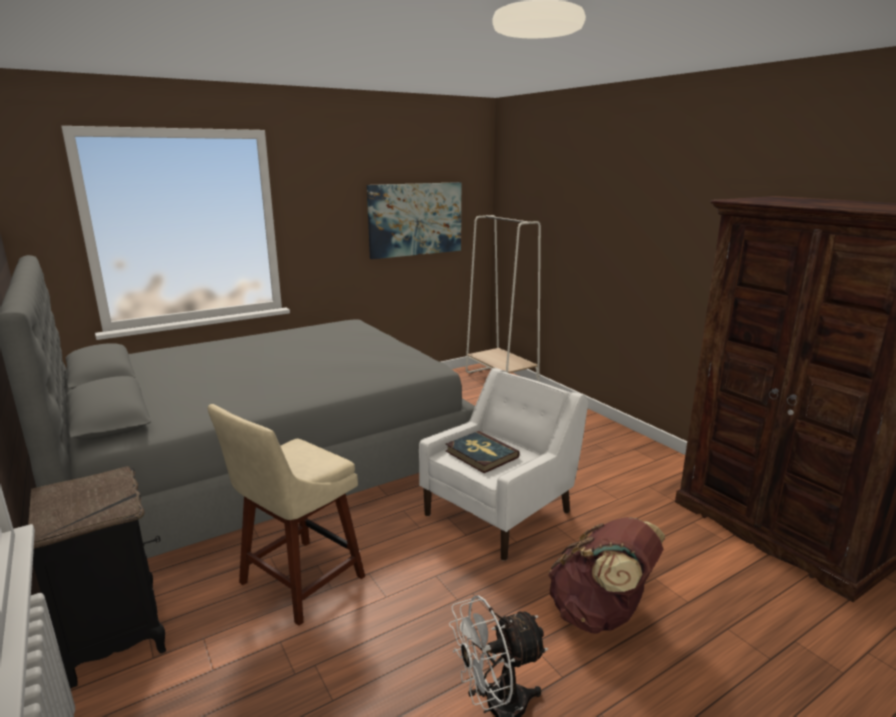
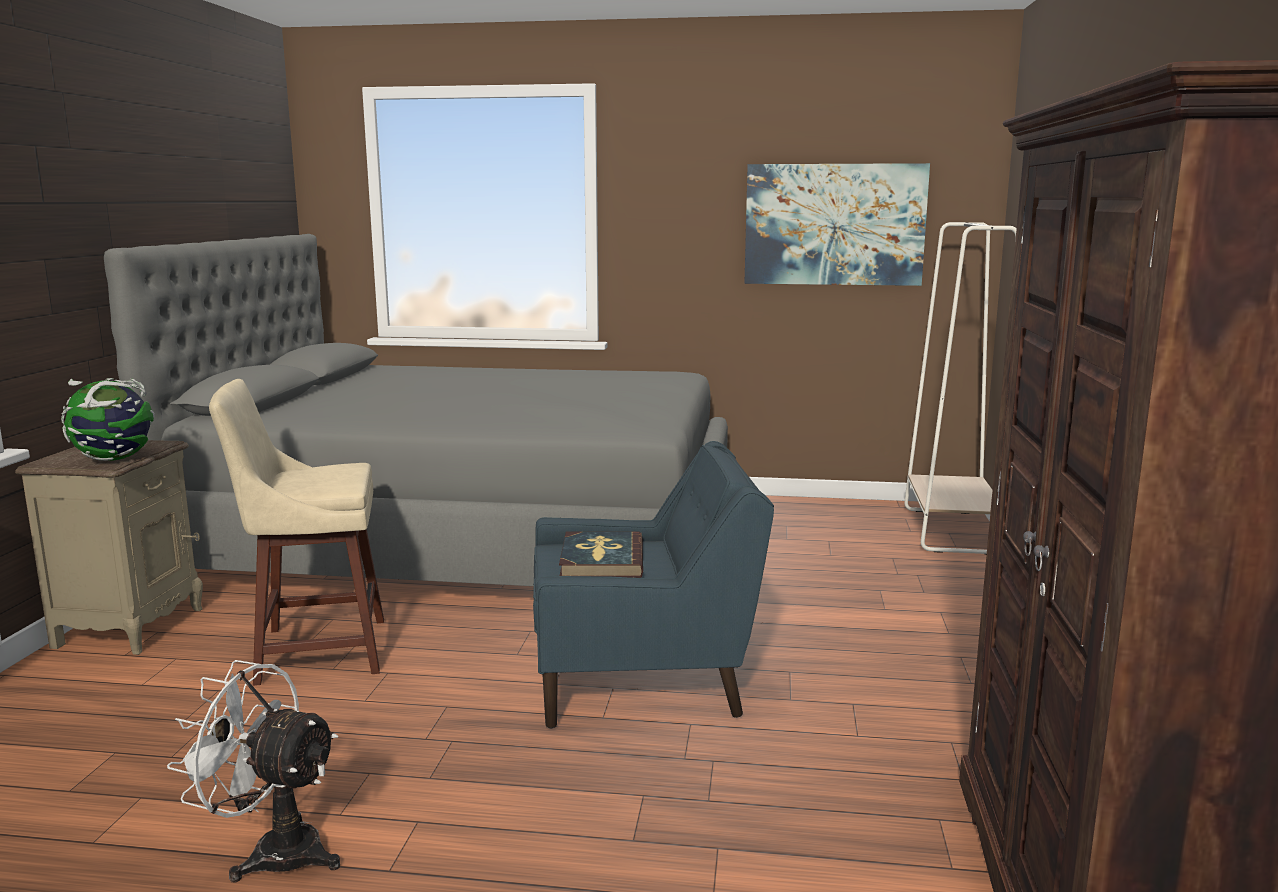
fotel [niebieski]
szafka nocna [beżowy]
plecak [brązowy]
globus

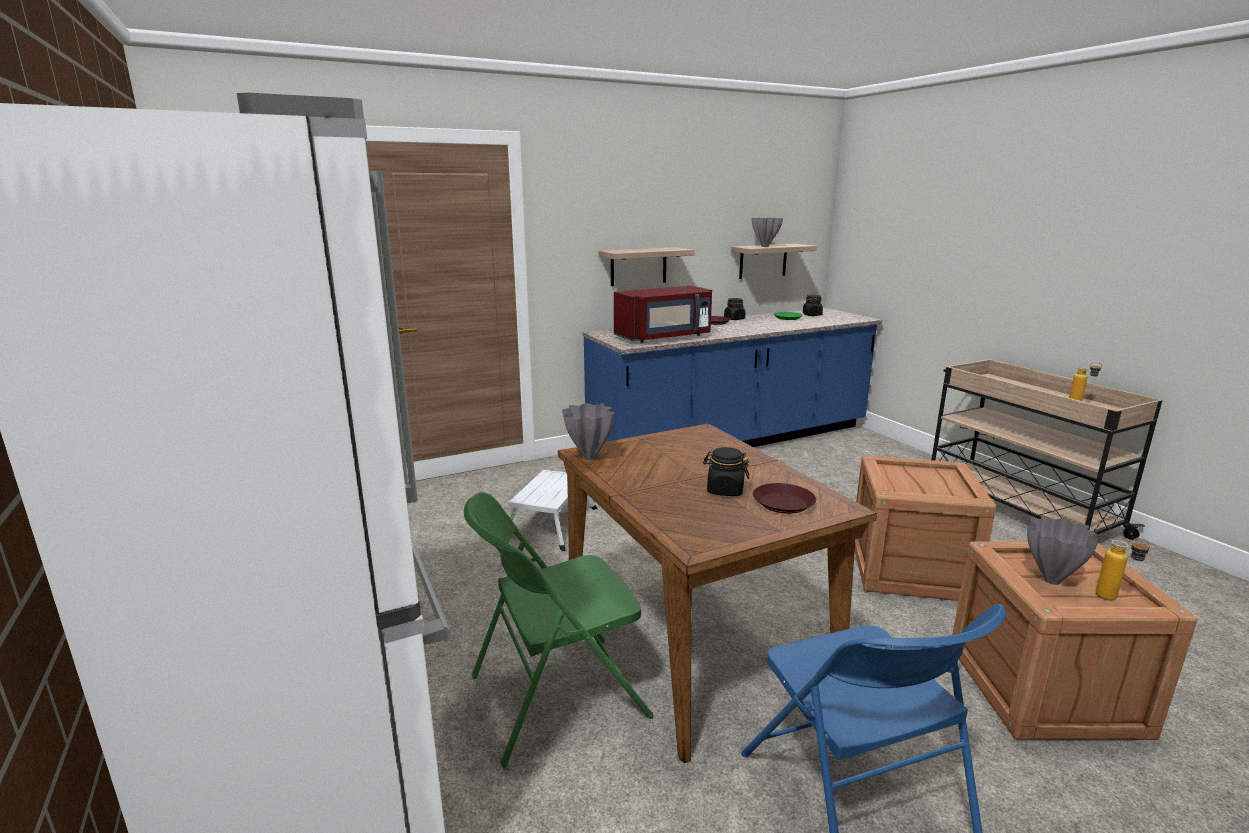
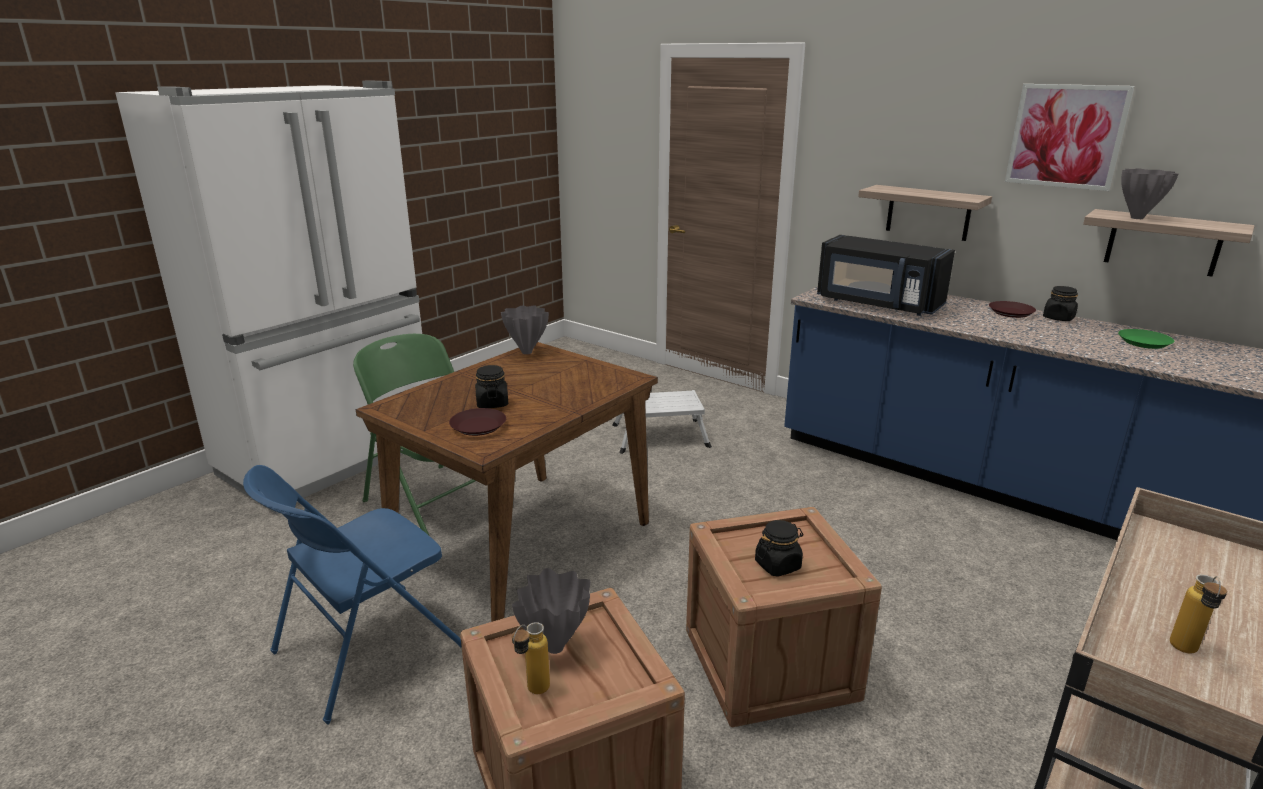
mikrofalówka [czarny]
słoik [czarny] (no. 2 from left)
obraz

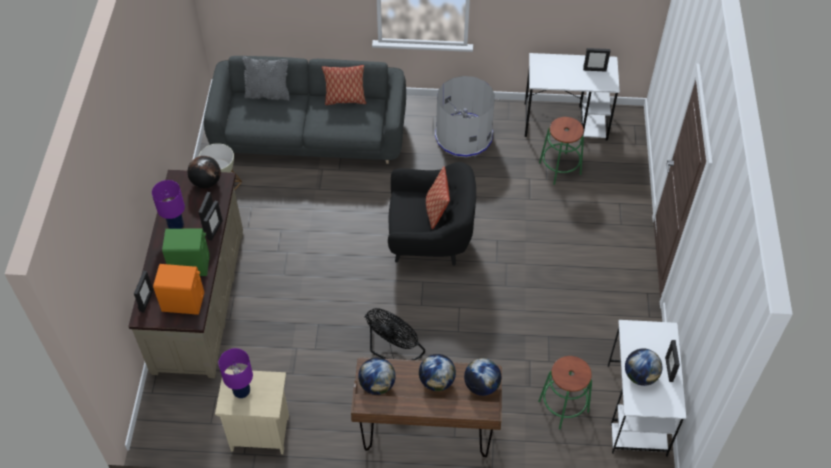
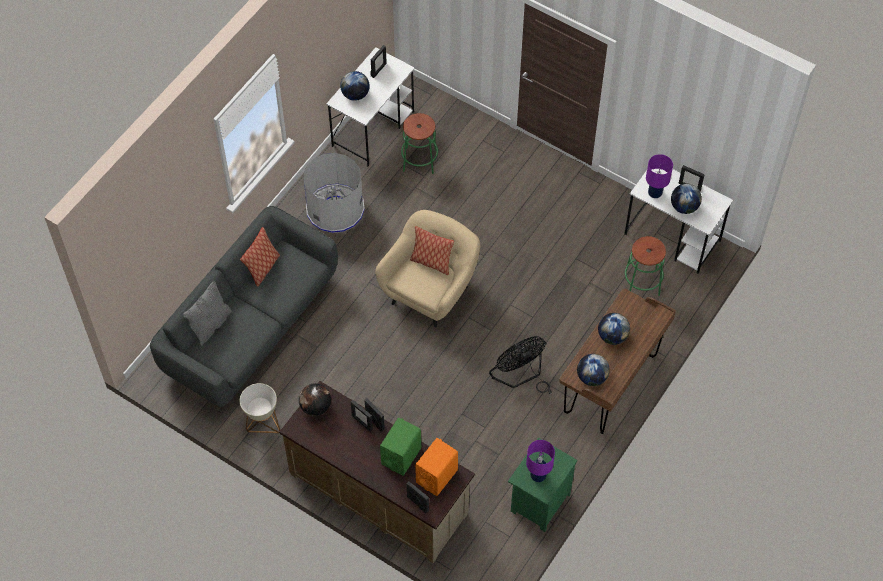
fotel [beżowy]
lampa stołowa [fioletowy] (no. 2 from left)
globus (no. 2 from left)
szafka nocna [zielony]

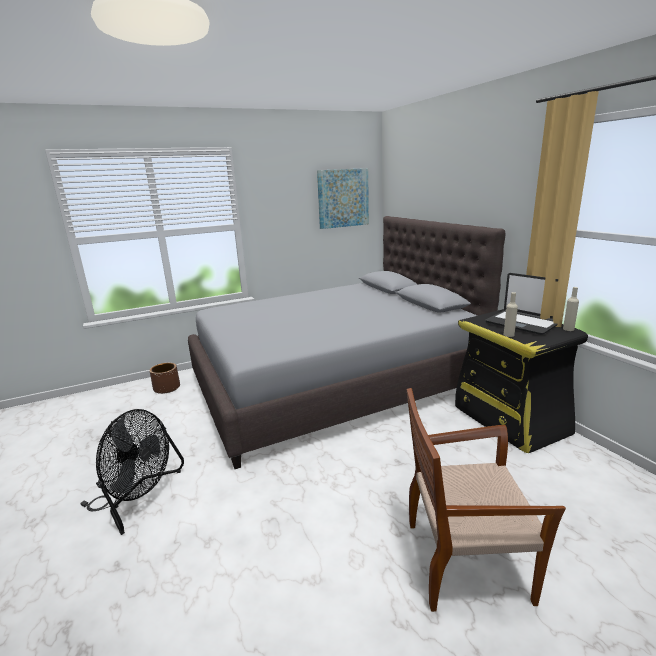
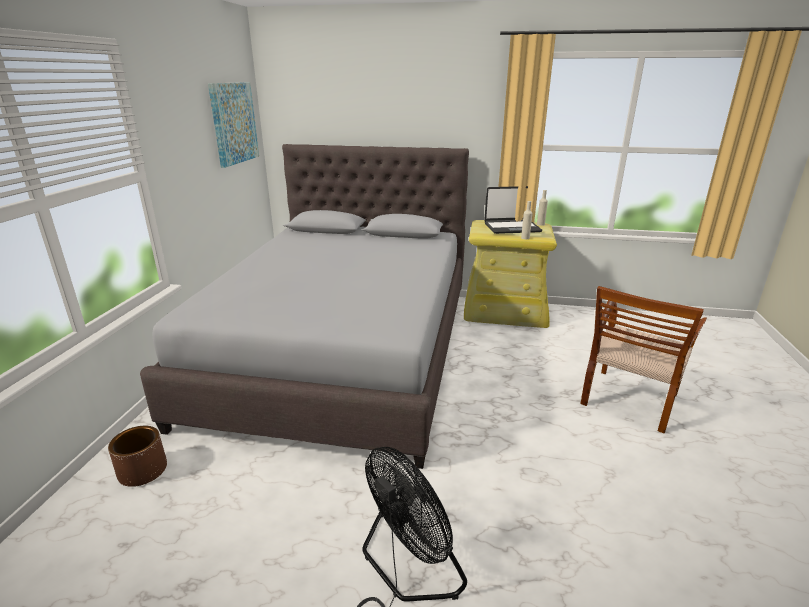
szafka nocna [żółty]

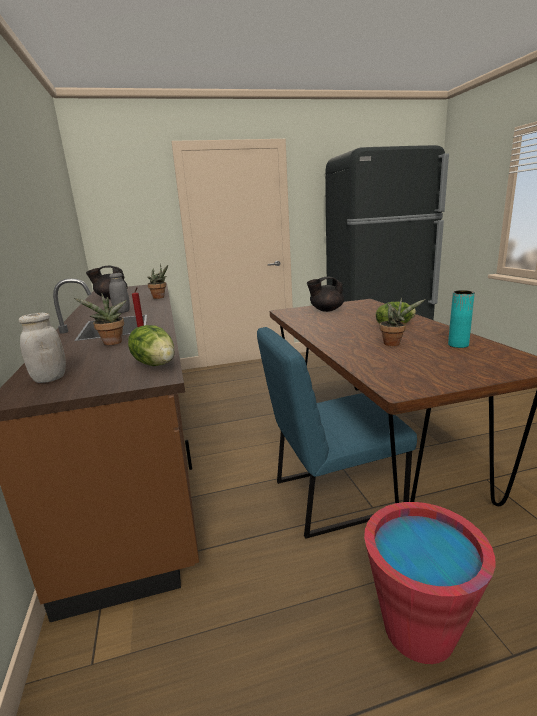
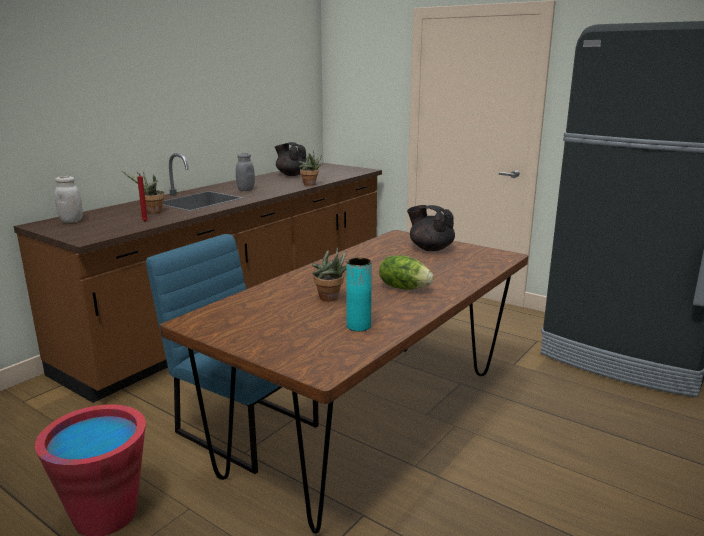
sałata (no. 1 from left in the first image)

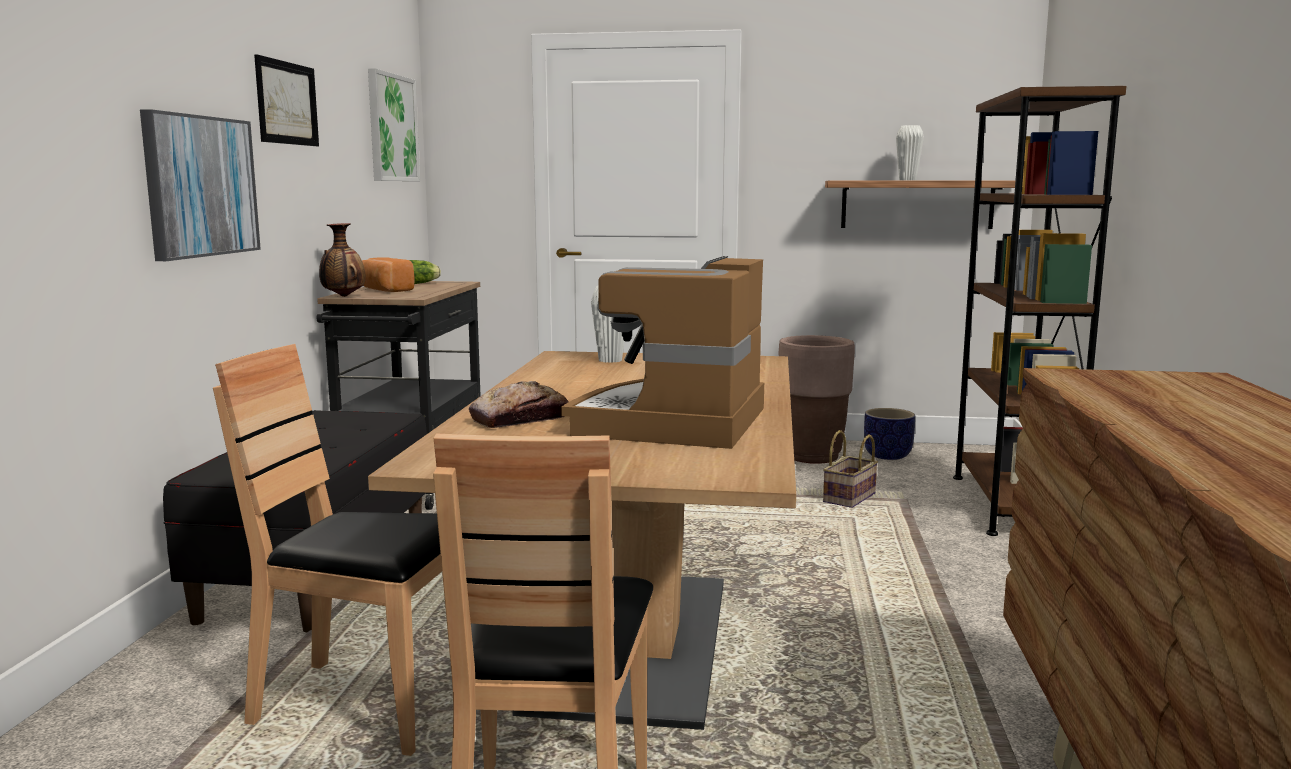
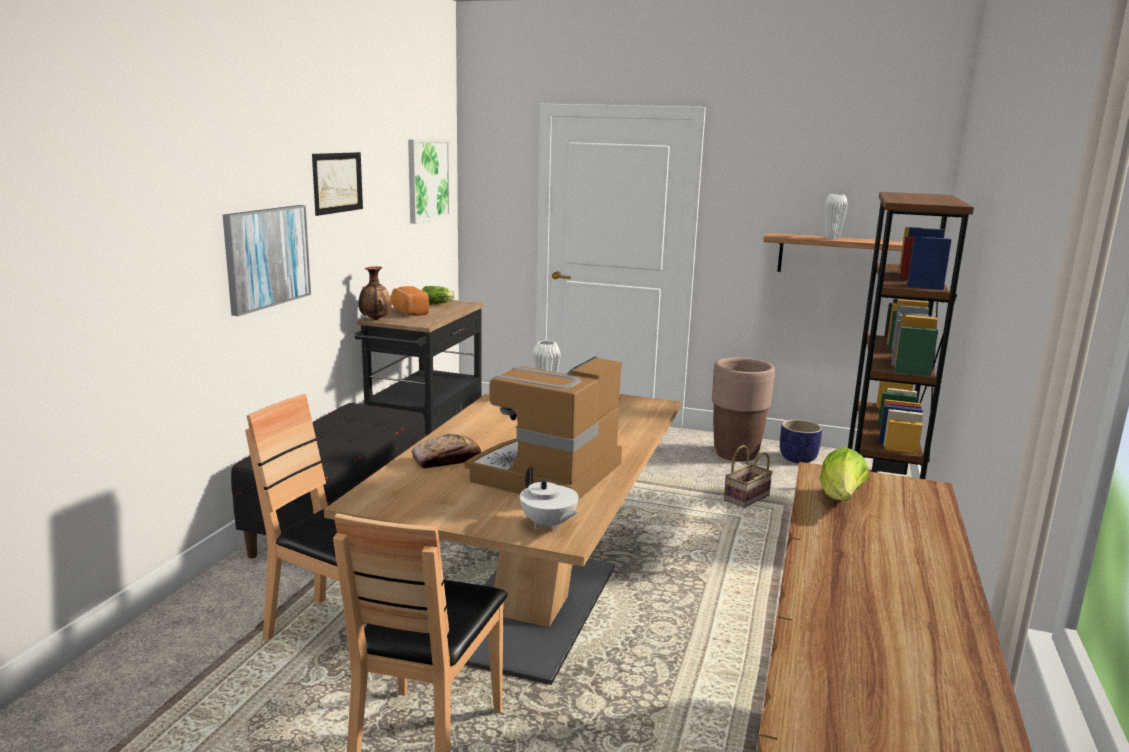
sałata (no. 2 from left)
imbryk [biały]

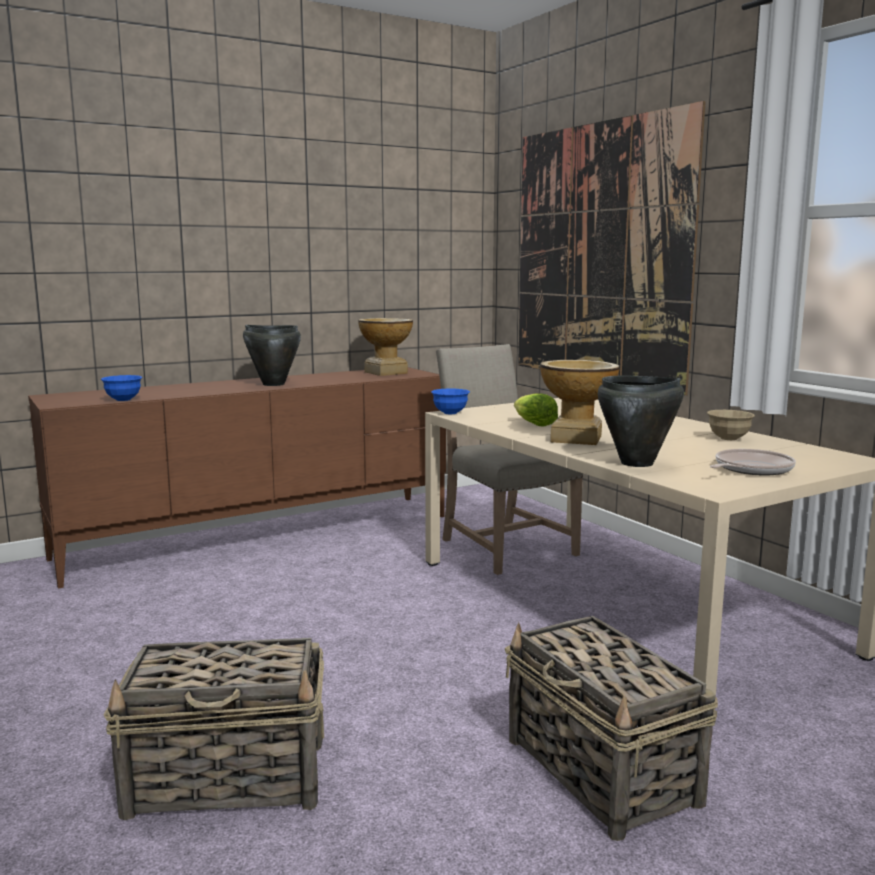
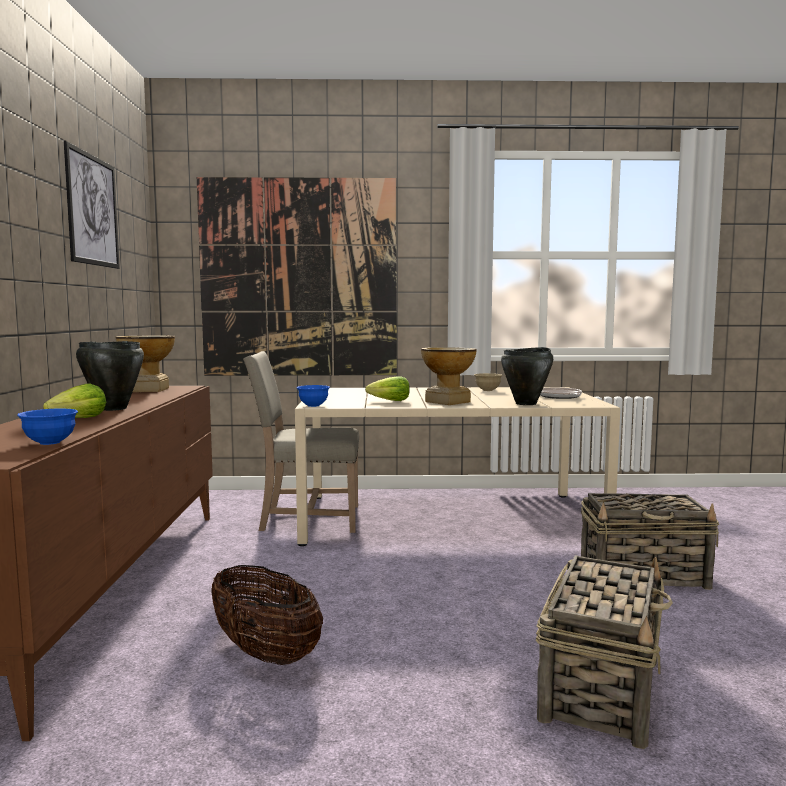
obraz (no. 1 from left)
sałata (no. 1 from left)
koszyk (no. 1 from left)

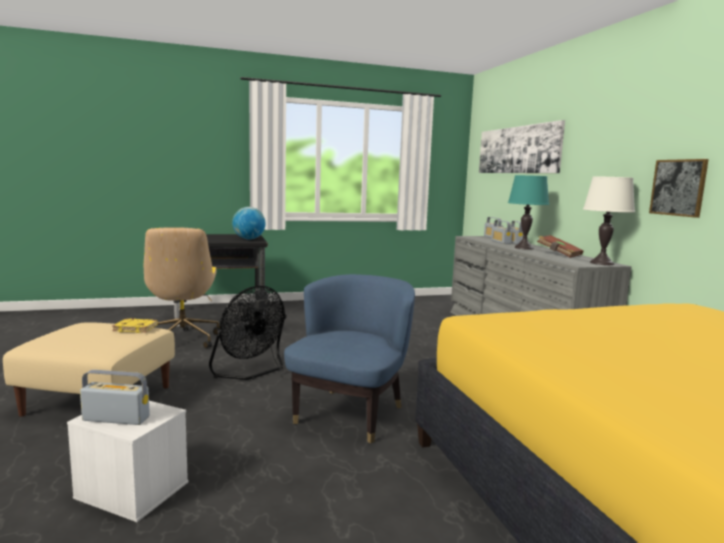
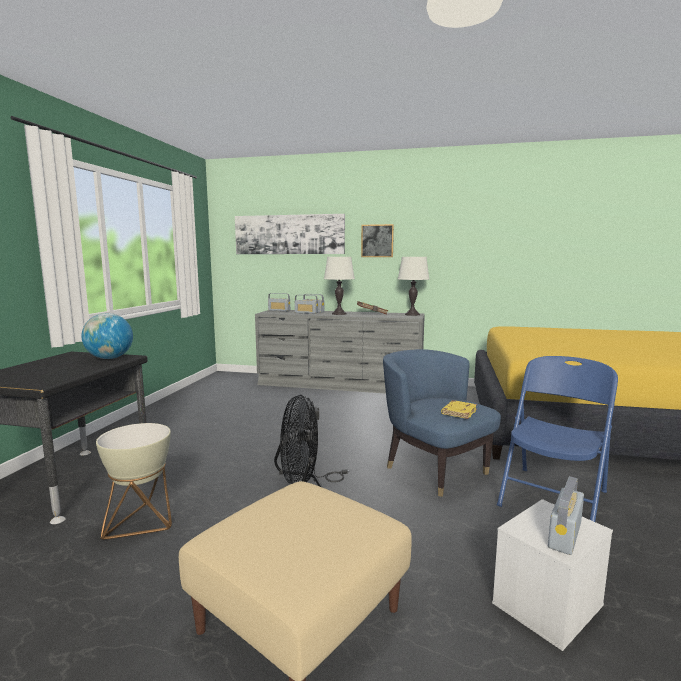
obraz (no. 2 from left)
lampa stołowa [biały] (no. 1 from left)
donica
książka [żółty]
krzesło [niebieski]

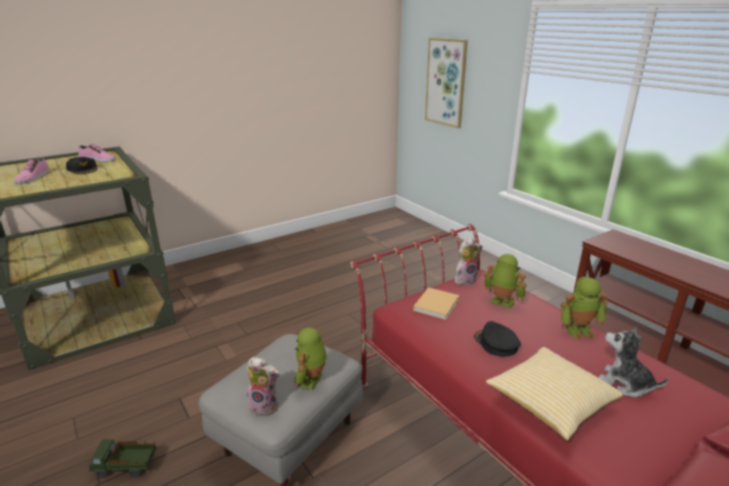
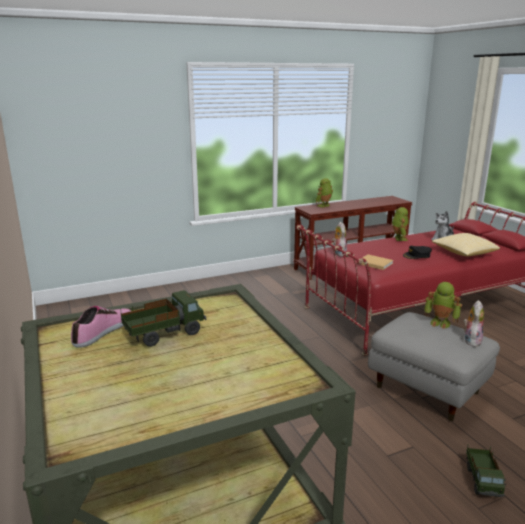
obraz
ciężarówka zabawkowa (no. 1 from left)
but (no. 1 from left in the first image)
robot zabawkowy (no. 1 from left)

